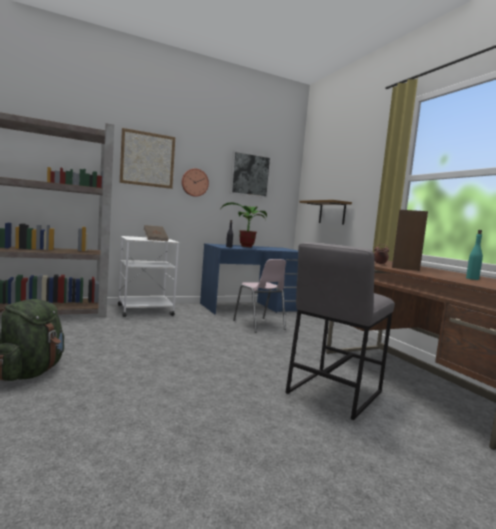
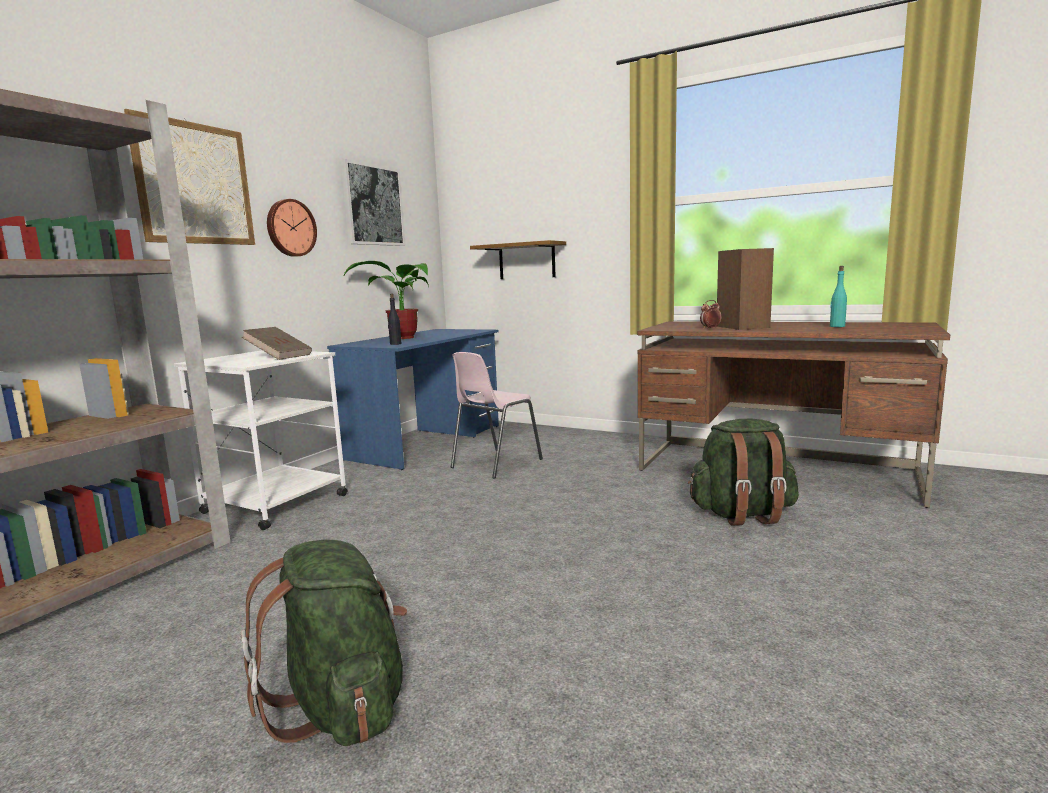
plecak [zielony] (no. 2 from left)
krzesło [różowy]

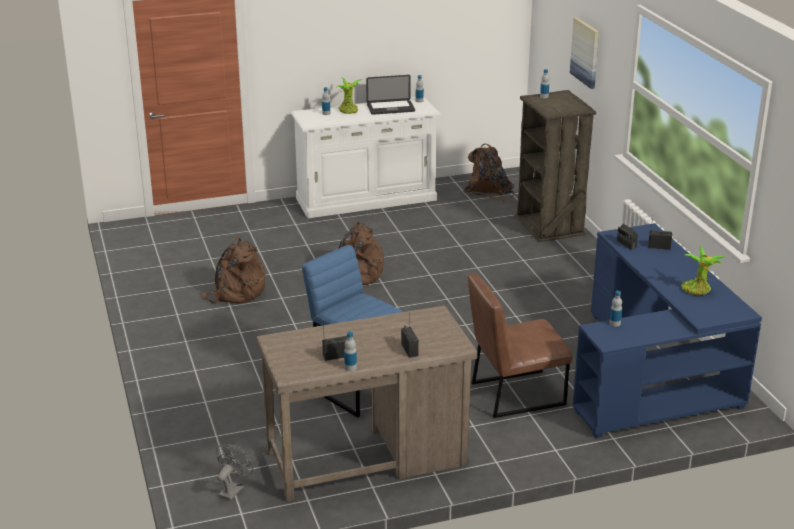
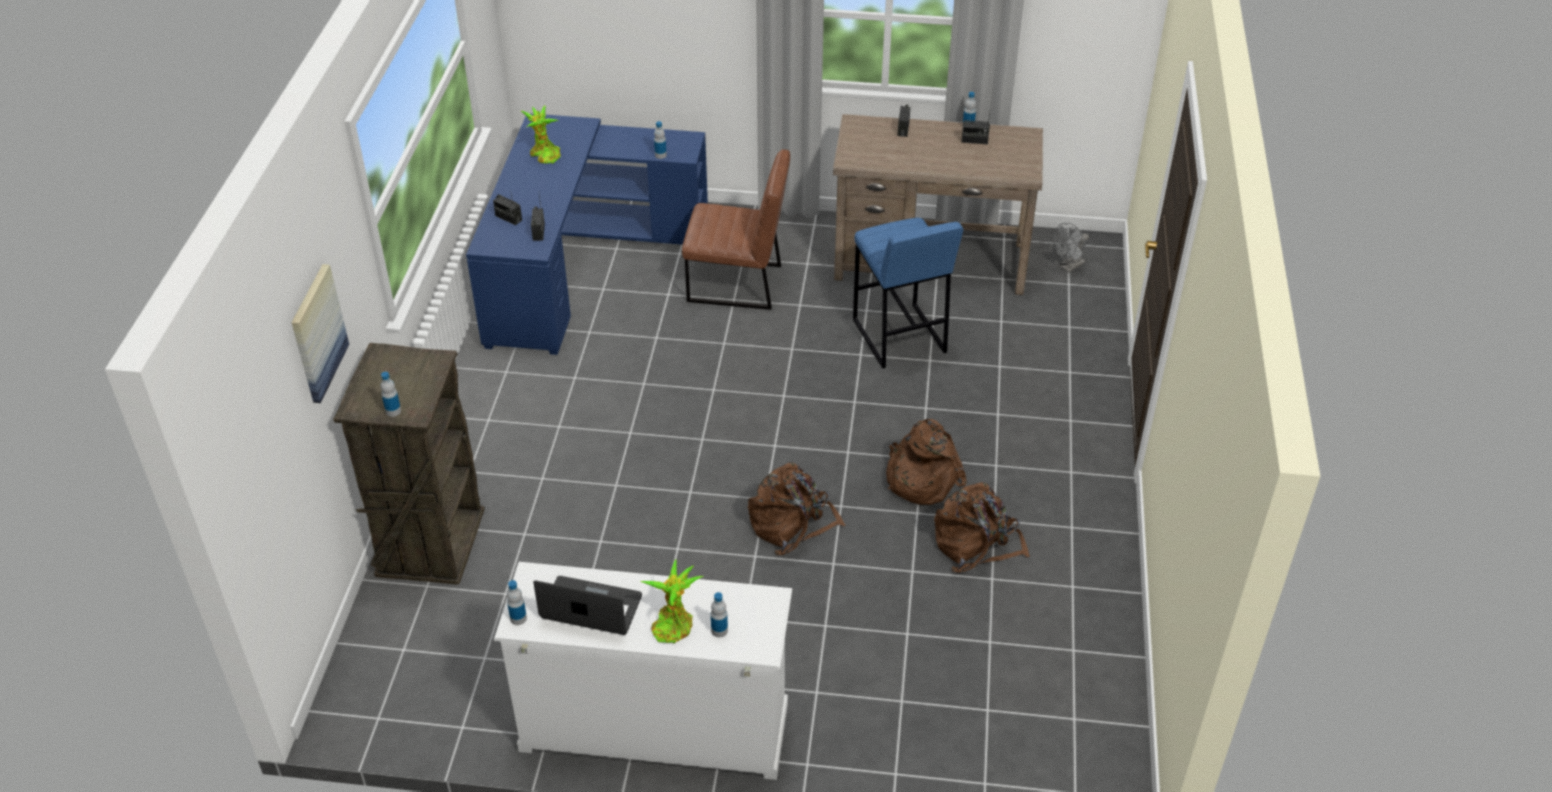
plecak [brązowy] (no. 2 from left)

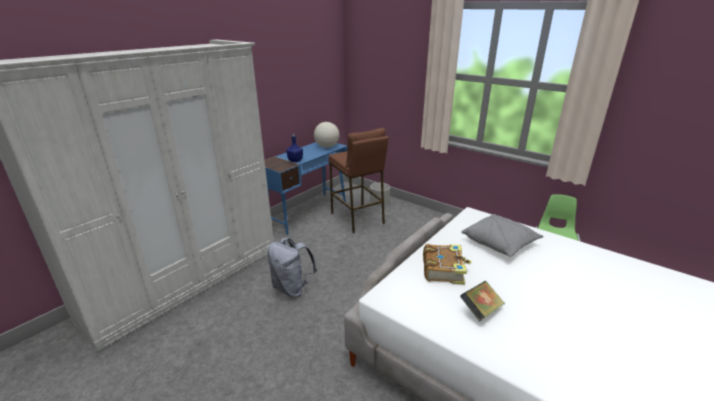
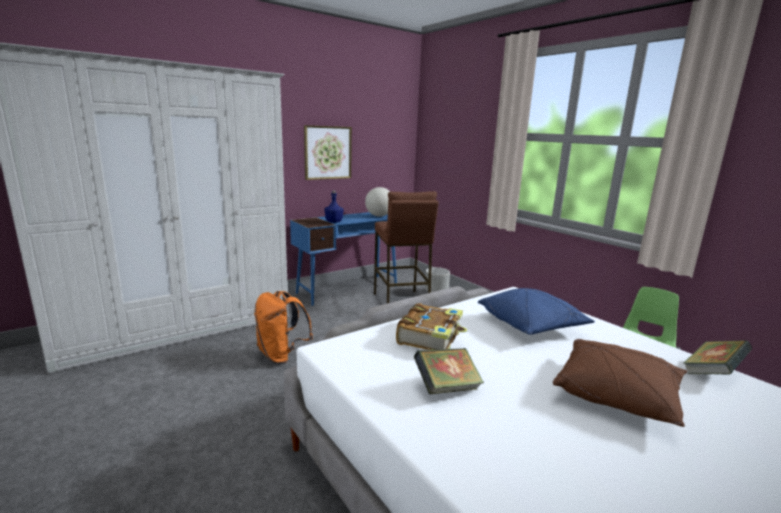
poduszka [niebieski]
plecak [pomarańczowy]
obraz
poduszka [brązowy]
książka (no. 3 from left)

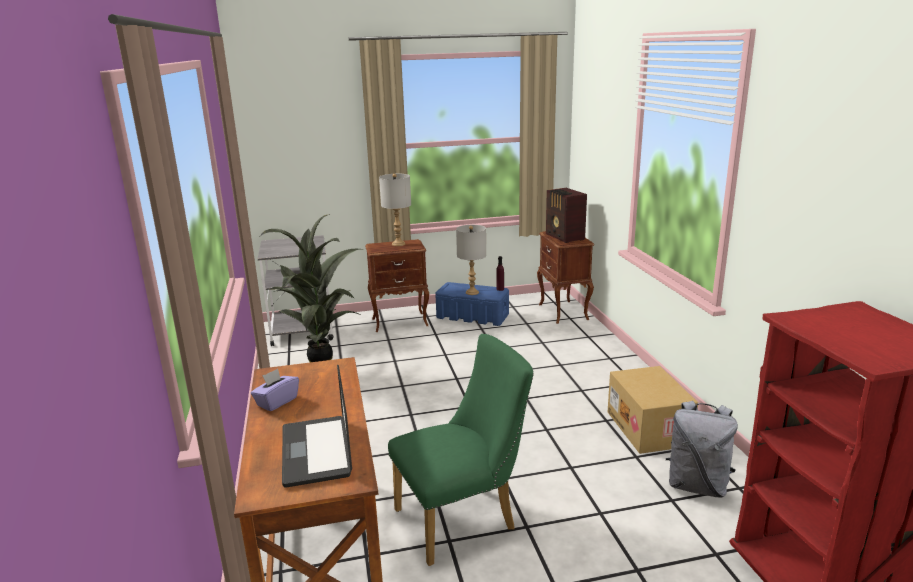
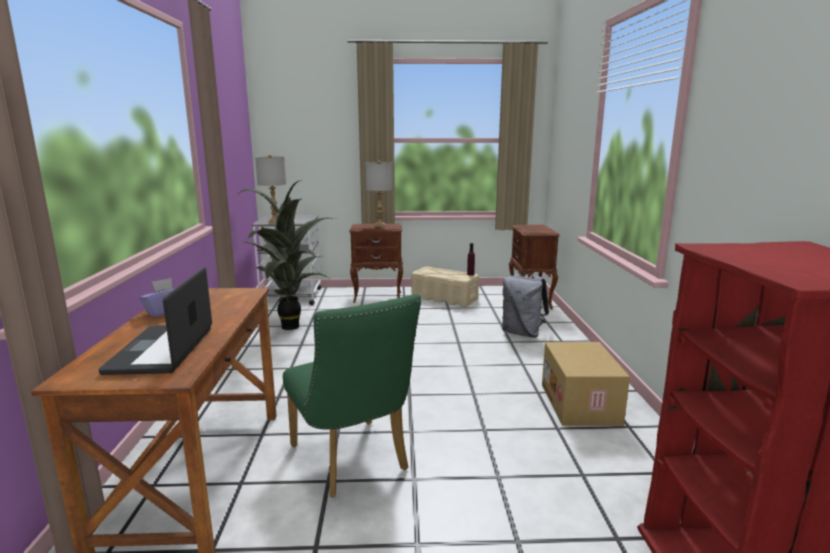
radio
lampa stołowa [szary] (no. 1 from left)
pojemnik do przechowywania [beżowy]
krzesło [zielony]
plecak [szary]

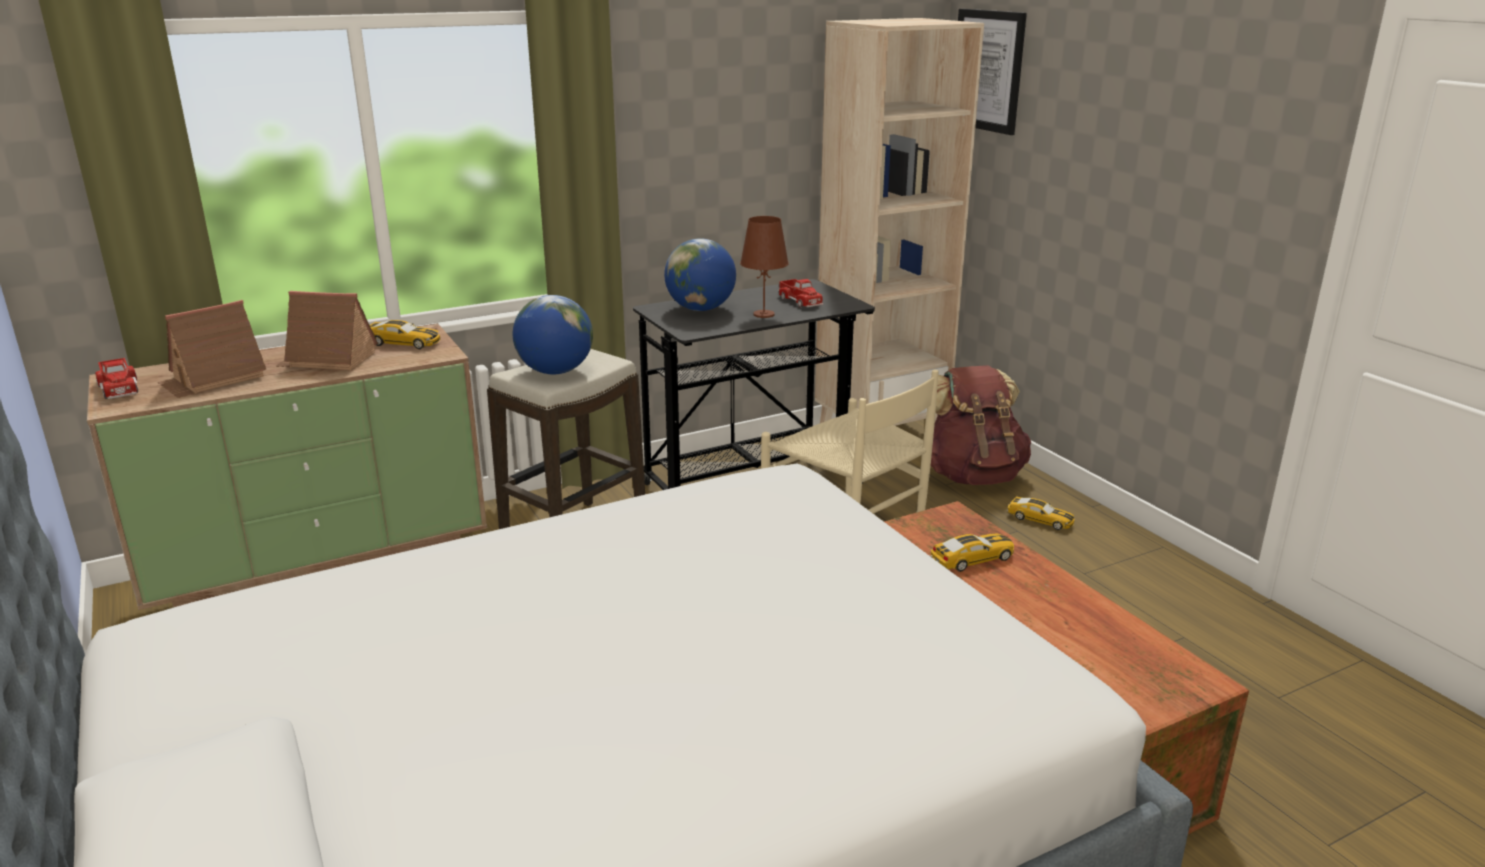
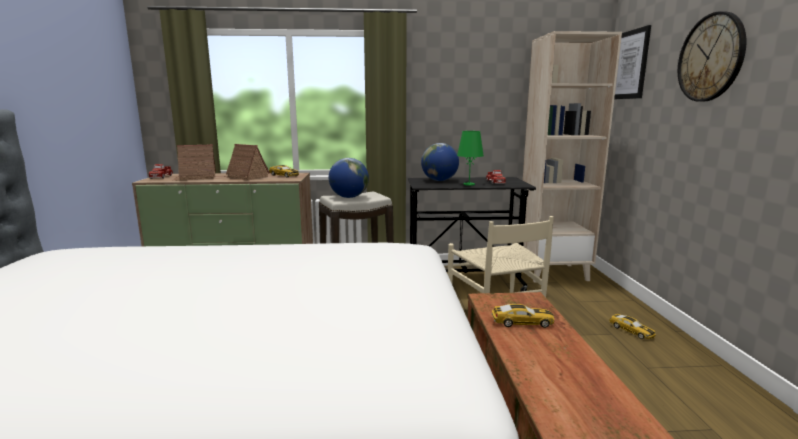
lampa stołowa [zielony]
plecak [brązowy]
zegar ścienny

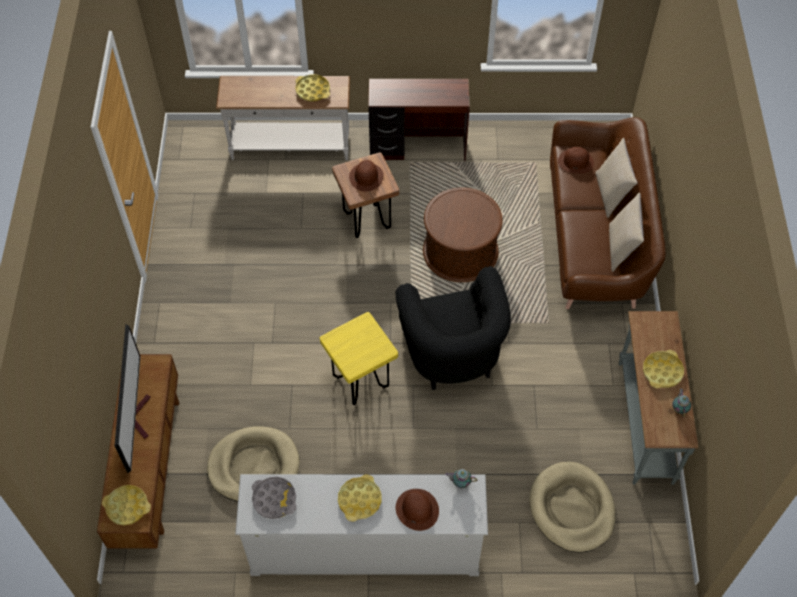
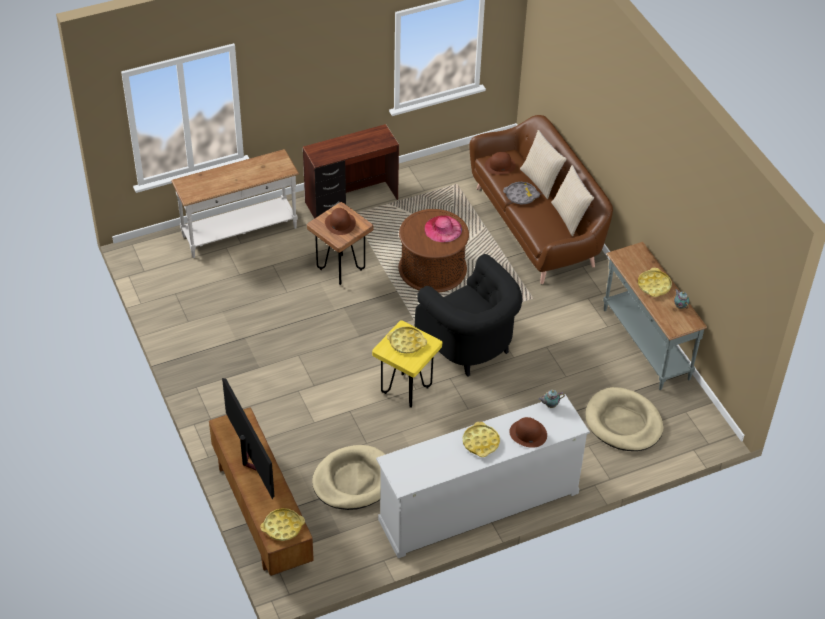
taca [żółty] (no. 2 from left)
taca [szary]
kapelusz [różowy]

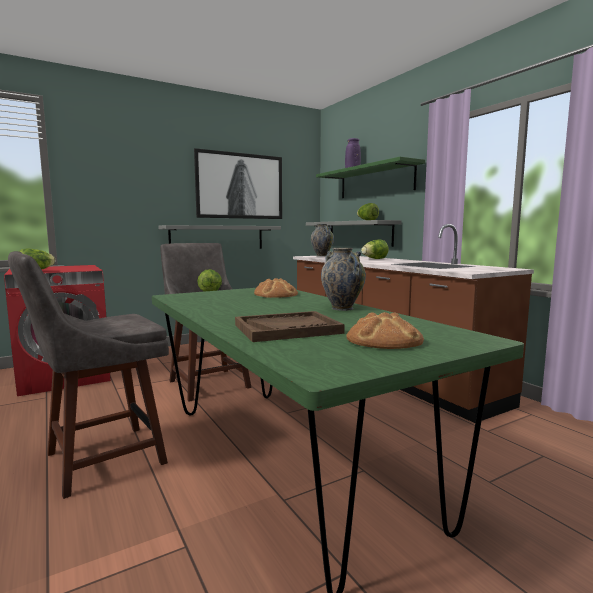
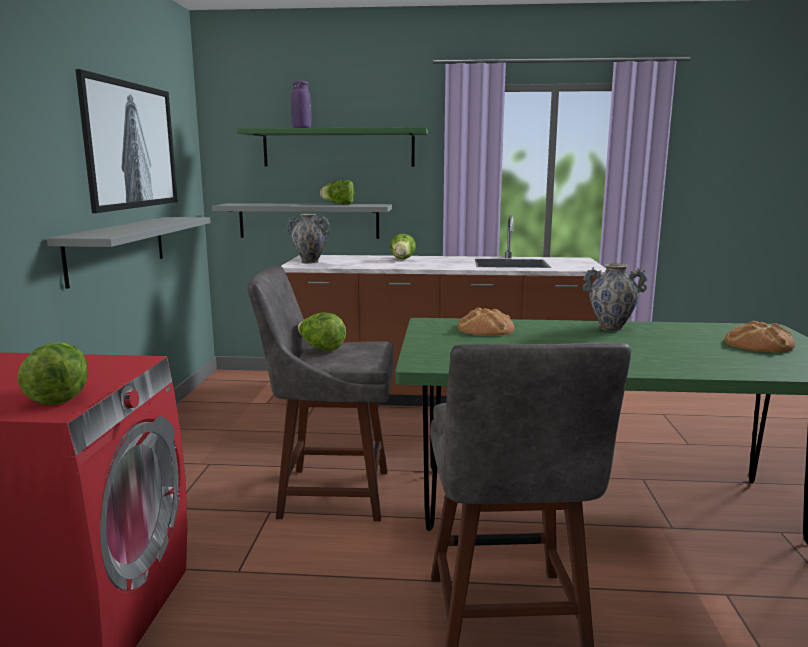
taca [brązowy]

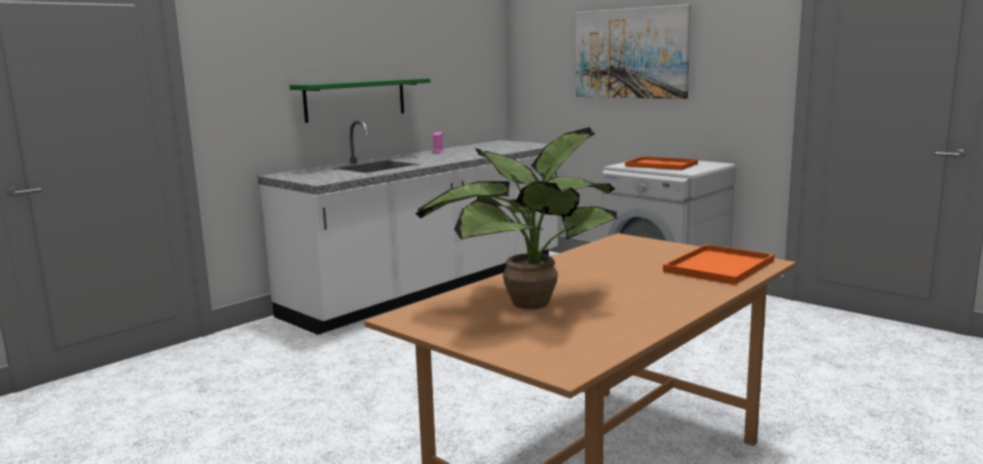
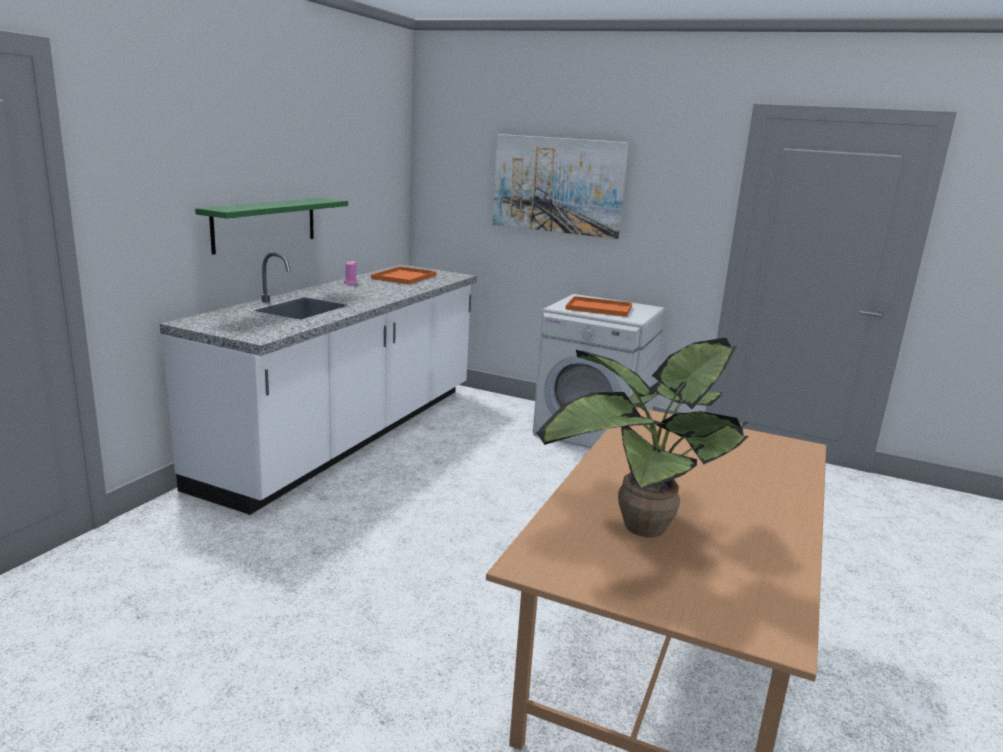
taca [pomarańczowy] (no. 1 from left)

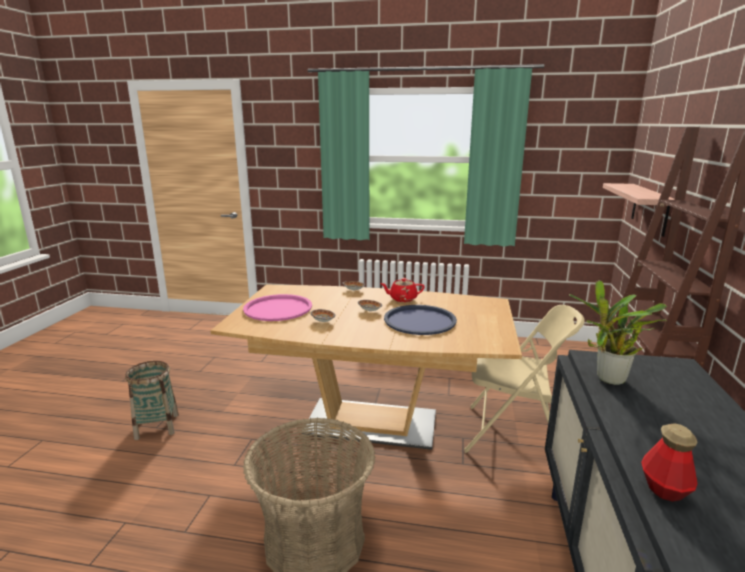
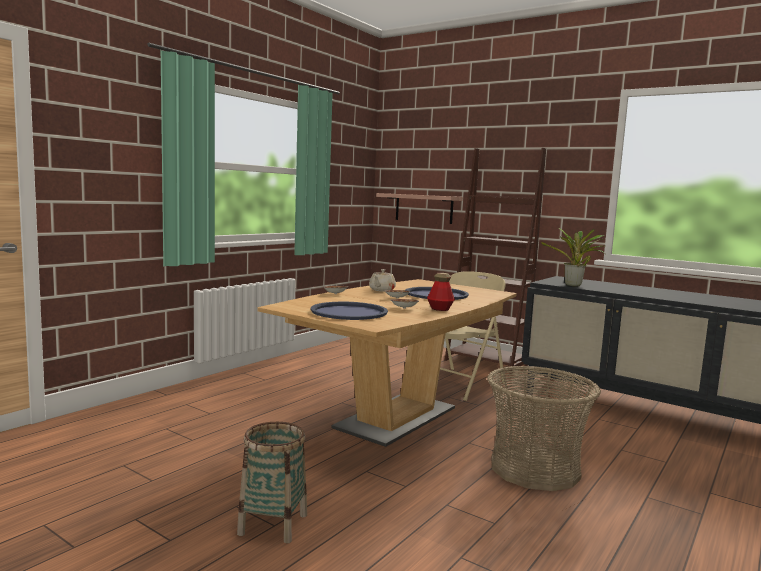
imbryk [beżowy]
taca [niebieski] (no. 1 from left)
butelka

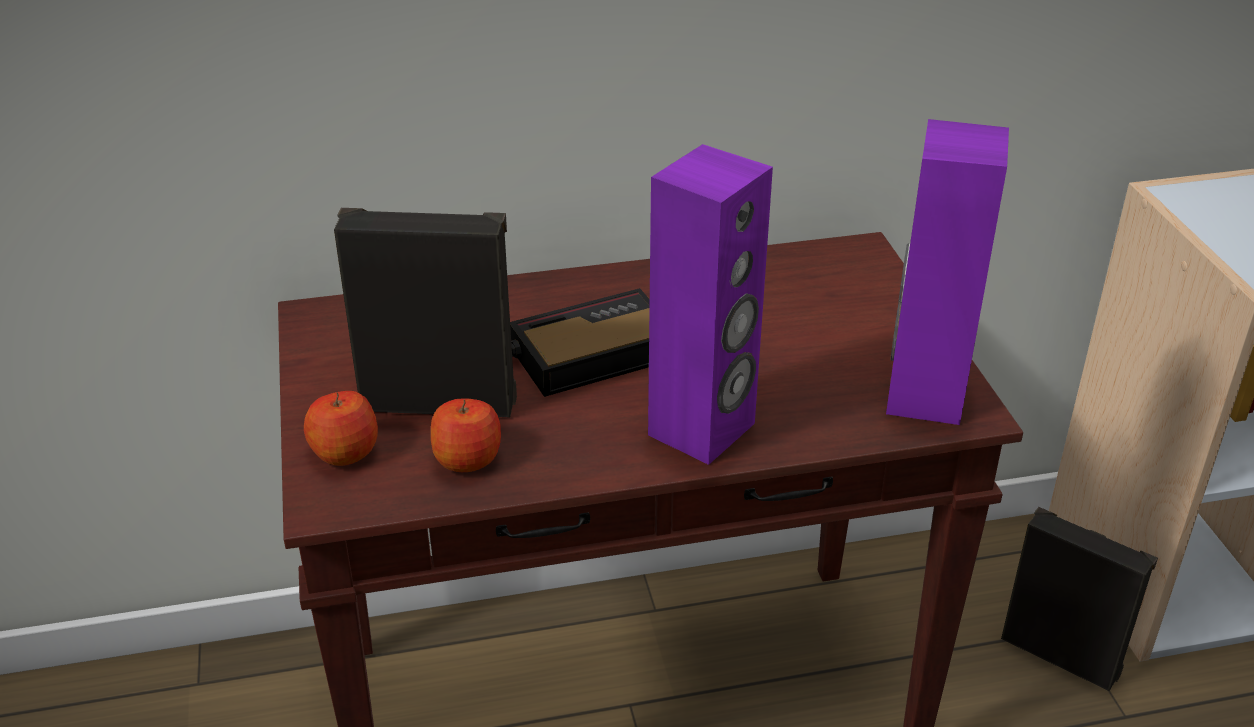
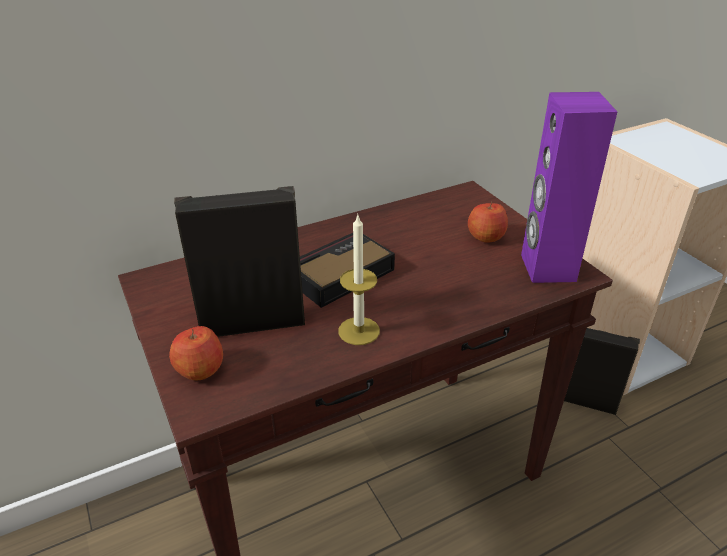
głośnik [fioletowy] (no. 1 from left in the first image)
jabłko (no. 2 from left)
świeca

